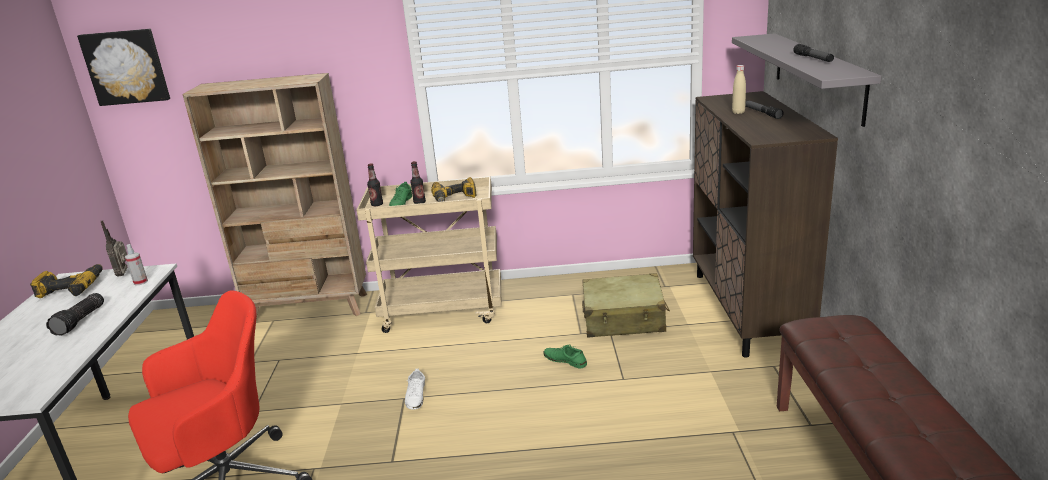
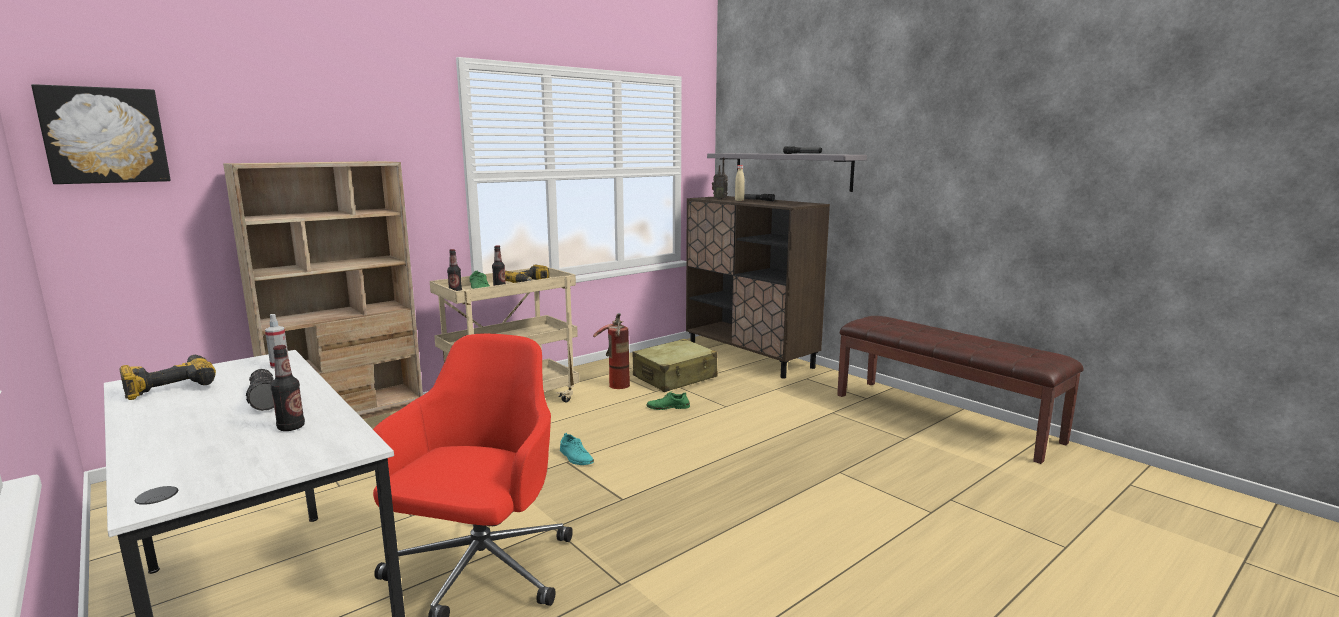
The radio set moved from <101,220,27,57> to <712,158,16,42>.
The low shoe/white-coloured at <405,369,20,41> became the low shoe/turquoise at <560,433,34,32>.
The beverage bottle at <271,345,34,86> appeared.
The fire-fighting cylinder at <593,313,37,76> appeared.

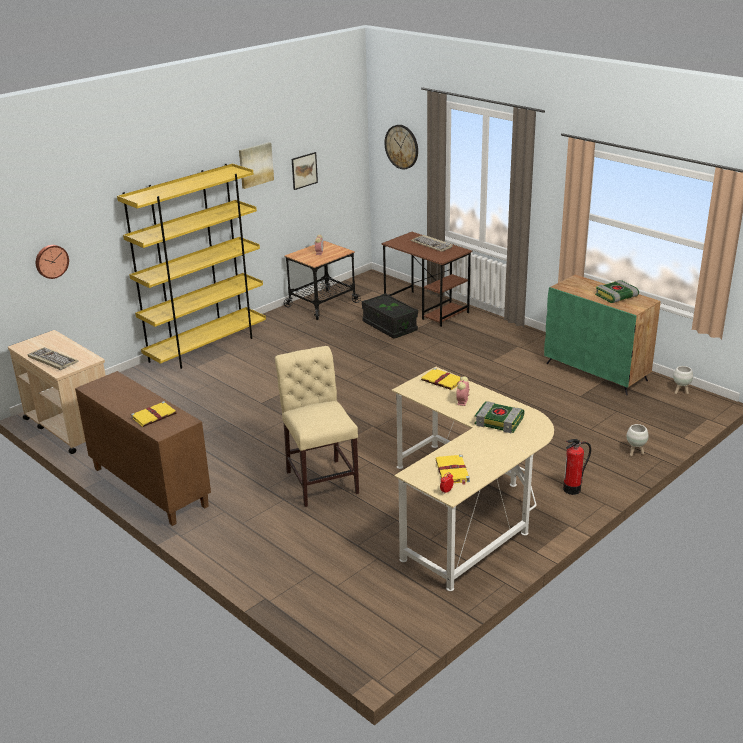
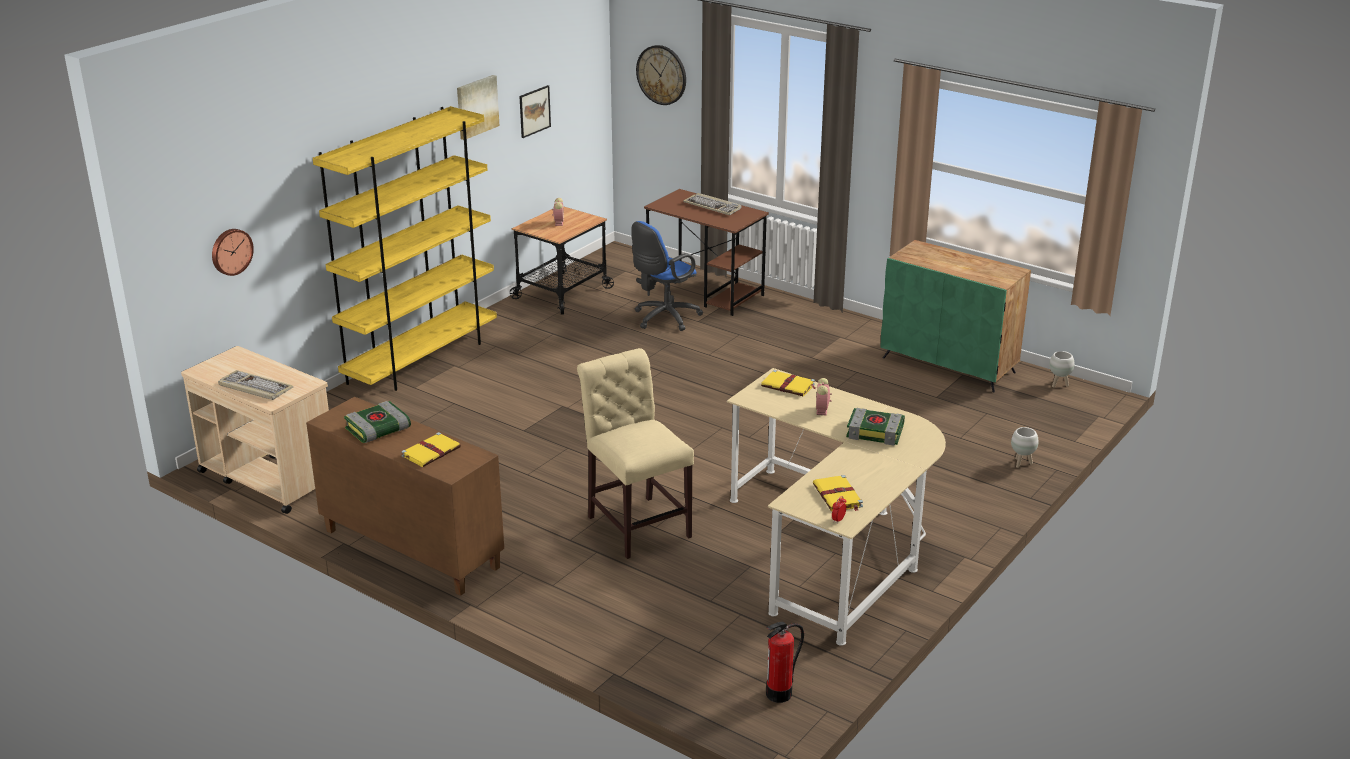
The storage container/black at <362,293,56,46> was replaced by the desk chair/bluish at <631,221,72,110>.
The fire-fighting cylinder moved from <563,439,28,56> to <766,621,38,82>.
The volume moved from <595,280,44,23> to <344,401,67,42>.

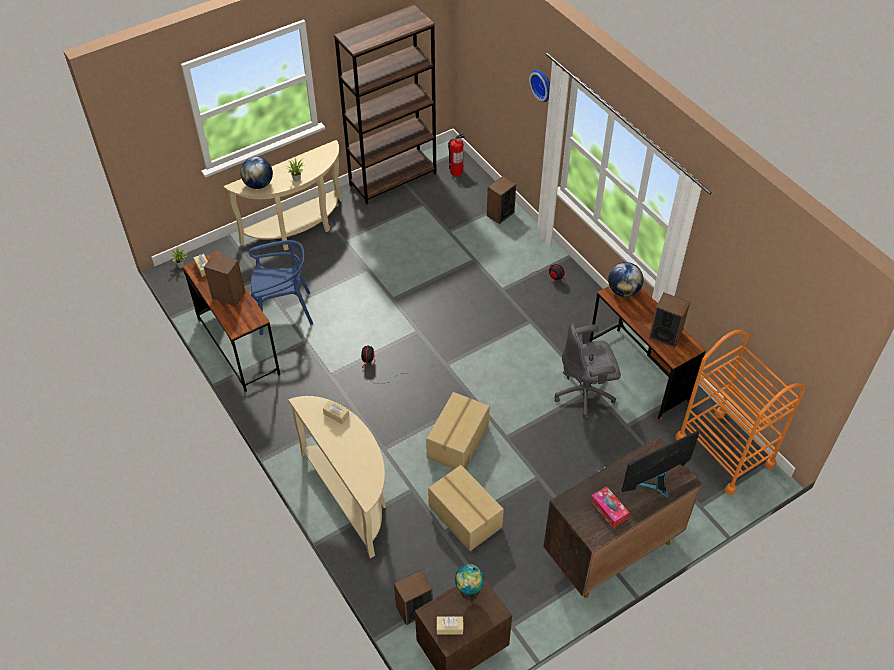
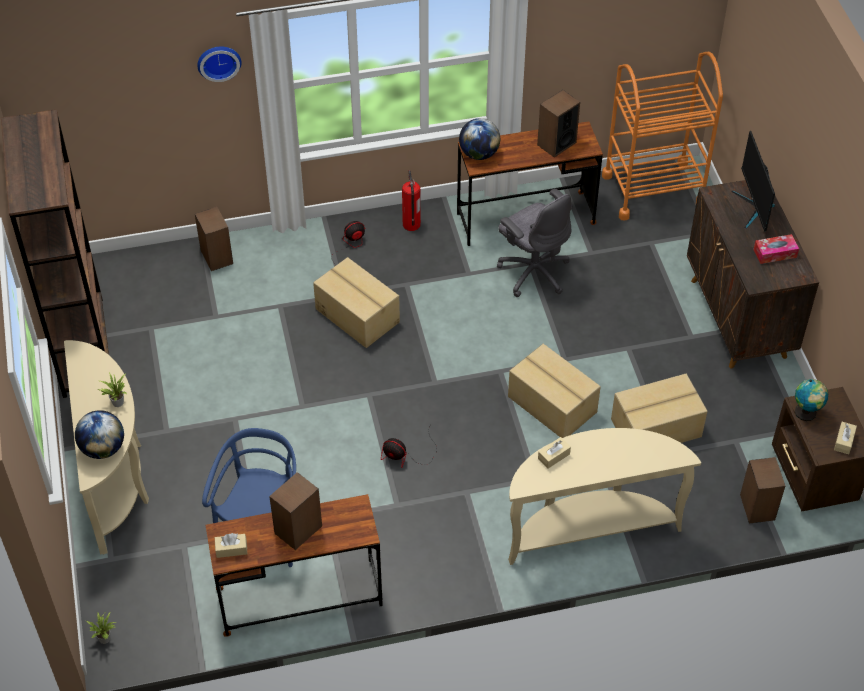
The fire-fighting cylinder moved from <448,132,17,44> to <402,170,19,61>.
The desk chair/greyish at <555,324,66,96> turned 45 degrees counterclockwise.
The carton at <313,257,87,91> appeared.

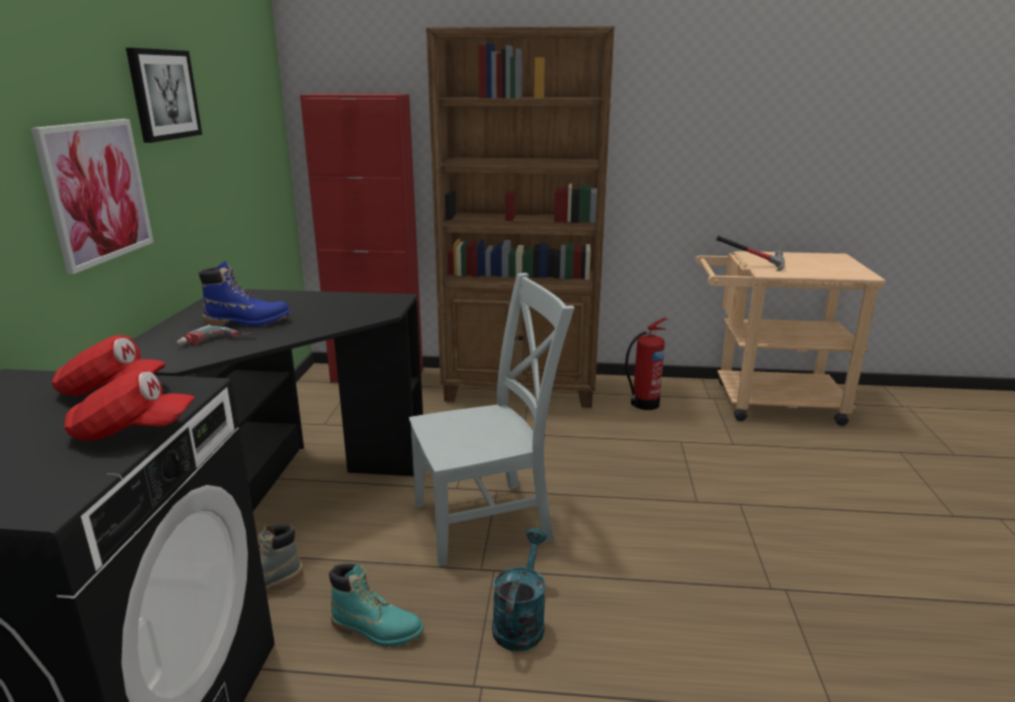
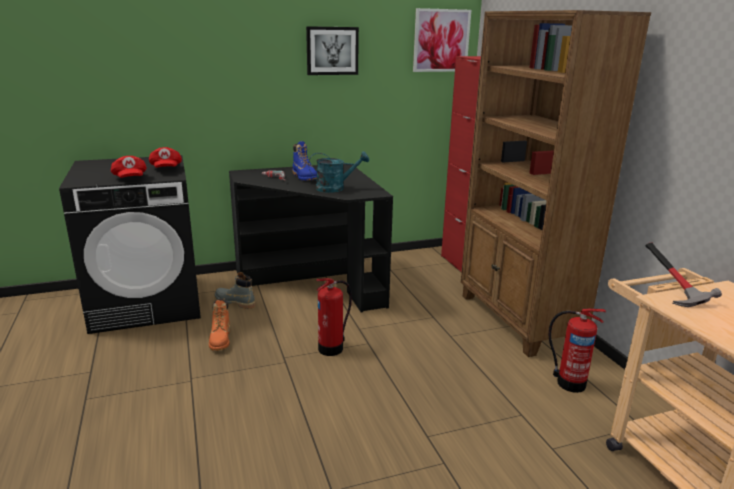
The wall art moved from <31,119,123,155> to <413,8,58,64>.
The tall boot/turquoise at <329,563,95,84> became the tall boot/orange-coloured at <209,299,21,52>.
The chair/greyish at <409,273,165,293> was replaced by the fire-fighting cylinder at <316,278,36,78>.
The watering can/turquoise moved from <492,528,55,123> to <308,151,61,42>.

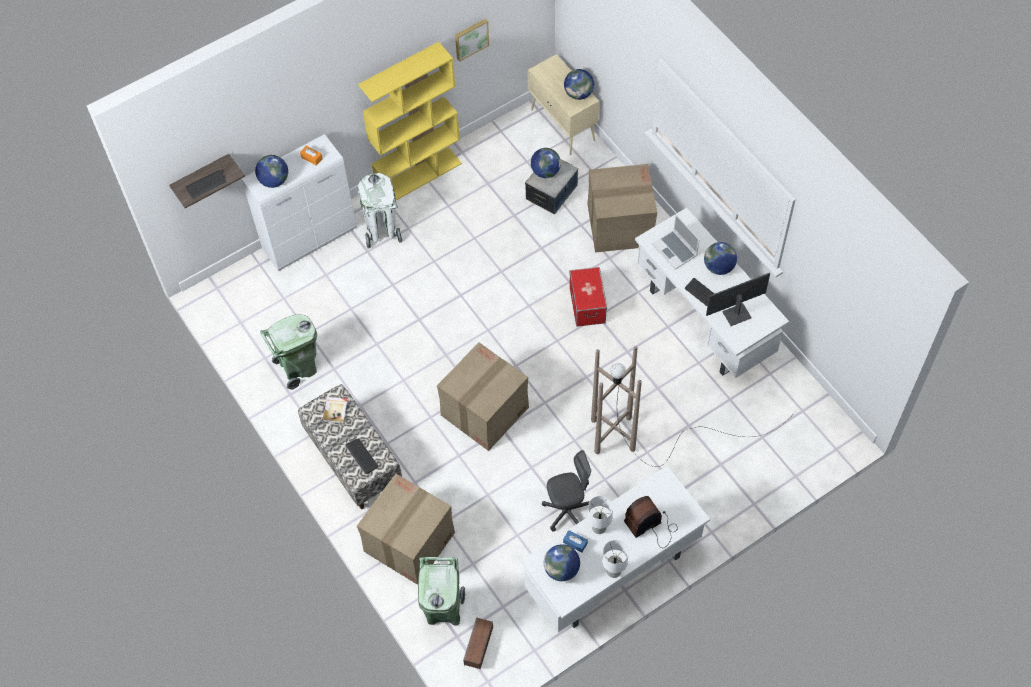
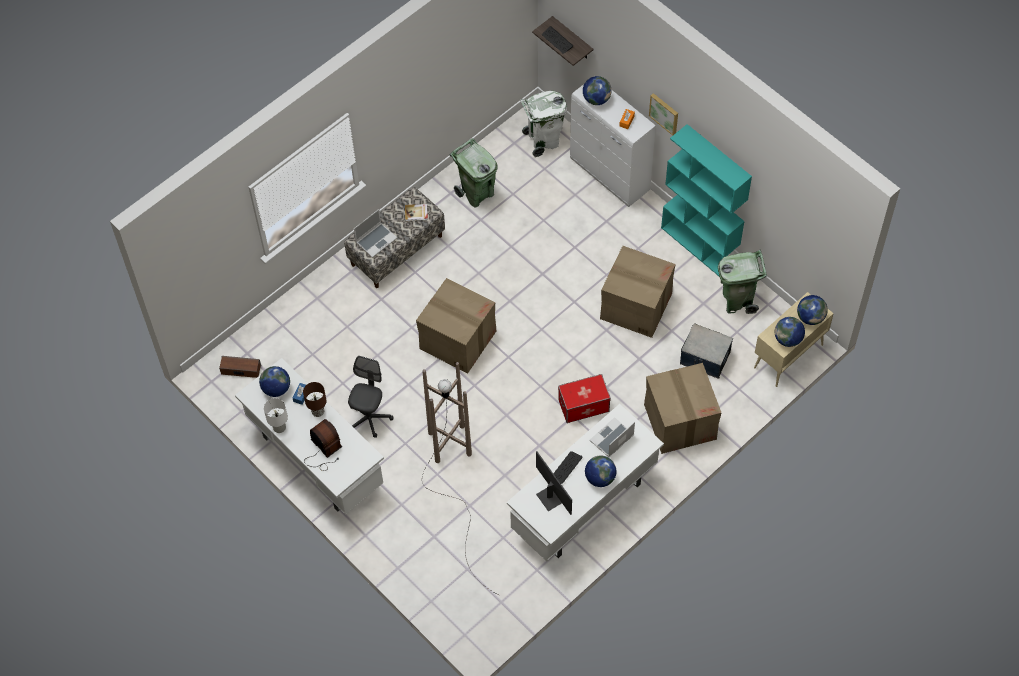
The computer keyboard at <345,438,34,36> was replaced by the laptop at <354,209,43,49>.
The carton moved from <357,474,98,111> to <600,246,76,92>.
The shelving unit/yellow at <358,42,104,158> became the shelving unit/turquoise at <661,124,91,152>.
The rubbish bin/white-coloured moved from <358,173,44,76> to <520,91,47,66>.
The rubbish bin/greenish moved from <418,557,47,68> to <718,250,49,64>.
The wall art moved from <455,19,34,43> to <649,93,29,42>.
The world globe moved from <531,148,30,30> to <797,295,31,30>.
The desk chair/greyish at <542,450,49,82> turned 135 degrees counterclockwise.
The tabletop lamp/white-coloured at <587,496,26,38> became the tabletop lamp/brownish at <303,382,23,35>.

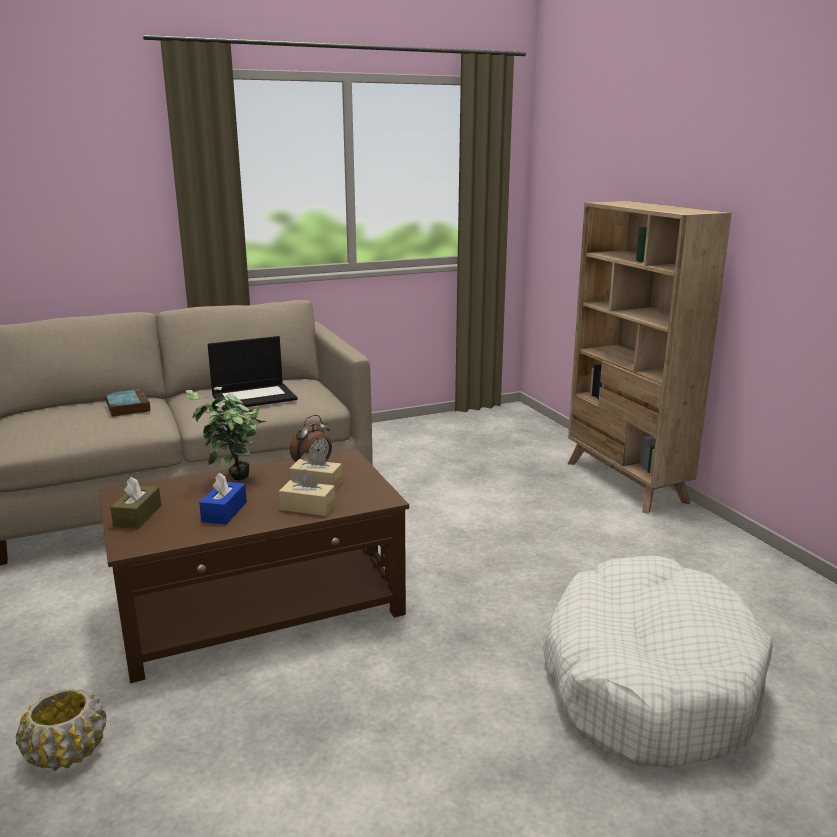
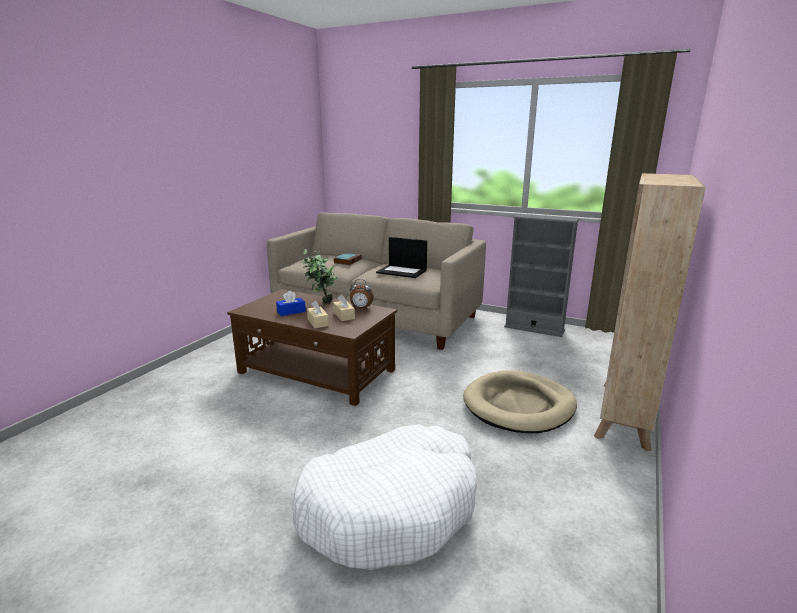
The flower pot/yellow at <16,688,90,83> disappeared.
The box of tissues/brownish at <110,477,51,52> disappeared.
The dog bed/beige-coloured at <463,370,114,63> appeared.
The shelving unit/greyish at <504,214,75,123> appeared.

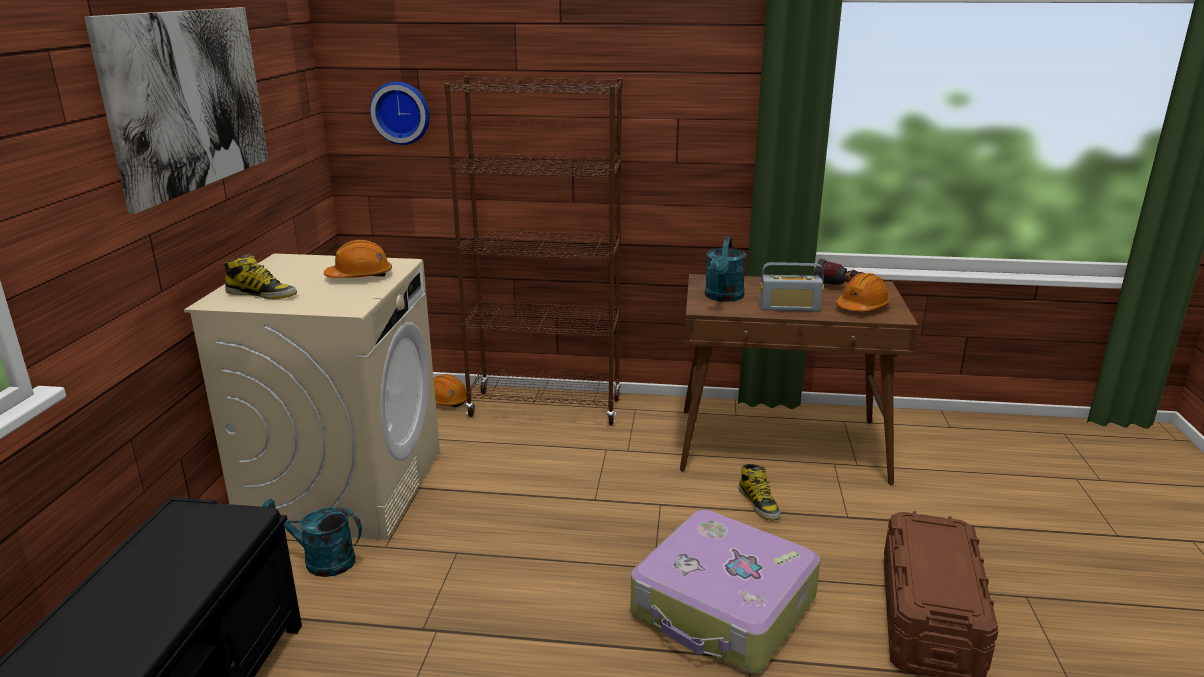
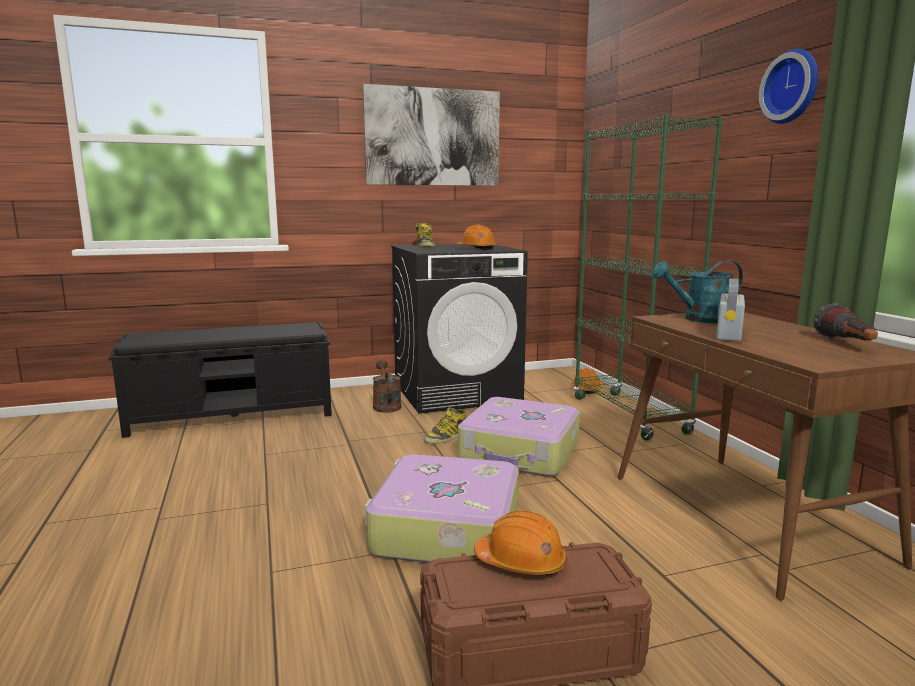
The laundry machine/beige-coloured at <184,253,256,287> became the laundry machine/black at <391,244,137,170>.
The watering can/turquoise at <262,499,100,78> became the watering can/brownish at <373,360,29,53>.
The clock on the wall moved from <370,81,60,64> to <759,49,59,75>.
The shelving unit/brownish at <444,76,179,349> became the shelving unit/greenish at <574,115,149,325>.
The tall boot moved from <738,464,43,56> to <424,408,42,36>.
The radio set at <760,262,64,50> turned 45 degrees clockwise.
The safety helmet/orange-coloured moved from <836,273,54,39> to <474,510,93,66>.
The suitcase at <458,397,122,80> appeared.

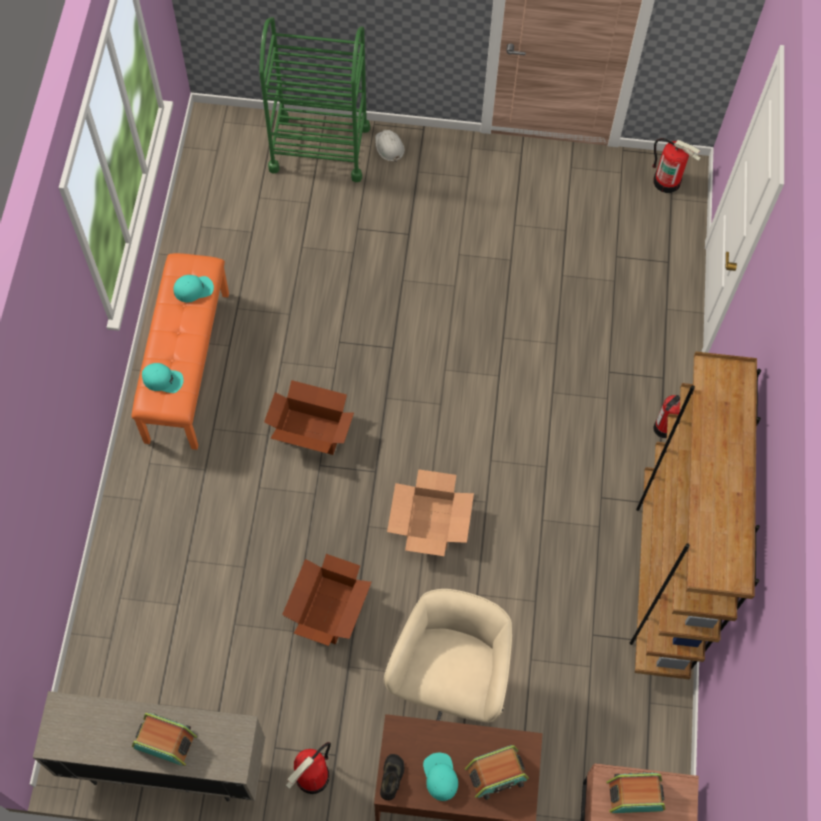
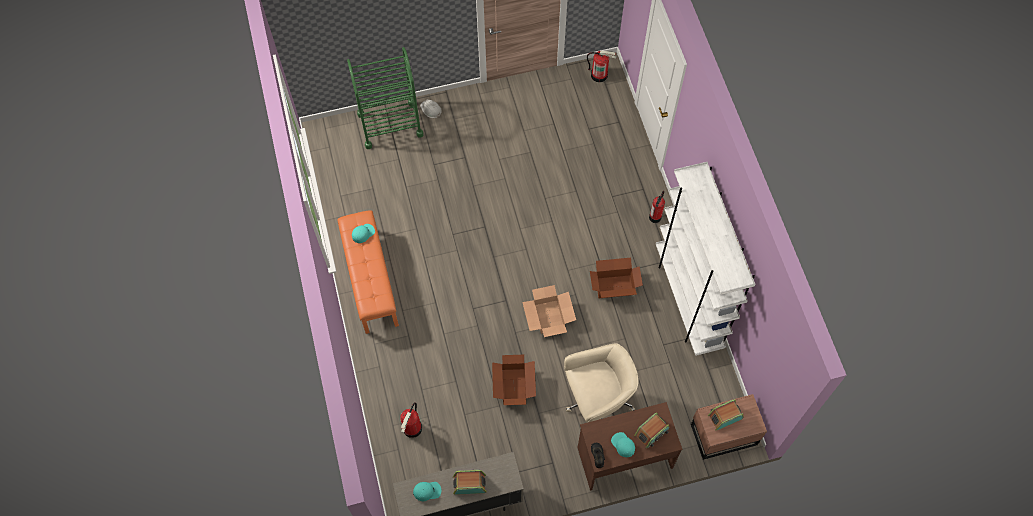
The cap/turquoise moved from <142,363,42,30> to <413,482,28,19>.
The carton moved from <264,380,90,75> to <590,258,53,40>.
The fire-fighting cylinder moved from <286,742,45,52> to <400,402,22,36>.
The desk chair/beige-coloured at <384,589,128,134> turned 75 degrees clockwise.
The shelving unit/brownish at <630,352,131,327> became the shelving unit/white-coloured at <656,162,99,194>.

